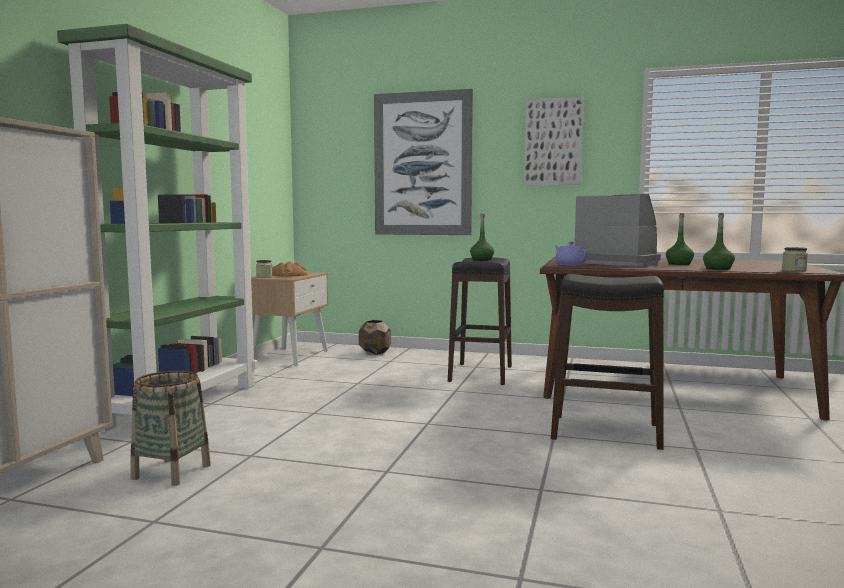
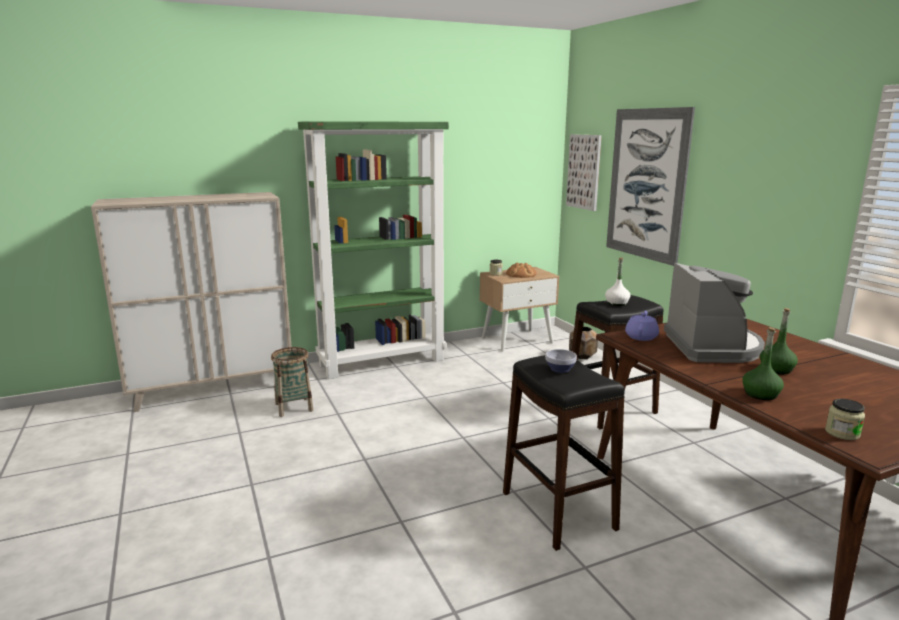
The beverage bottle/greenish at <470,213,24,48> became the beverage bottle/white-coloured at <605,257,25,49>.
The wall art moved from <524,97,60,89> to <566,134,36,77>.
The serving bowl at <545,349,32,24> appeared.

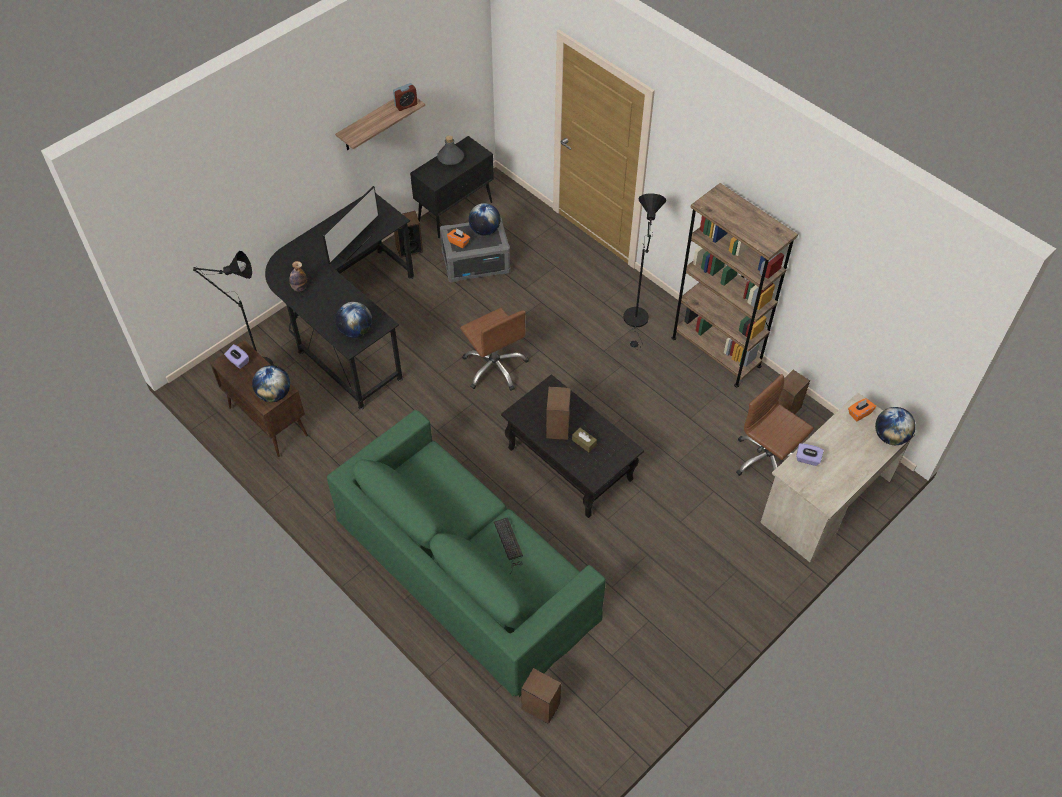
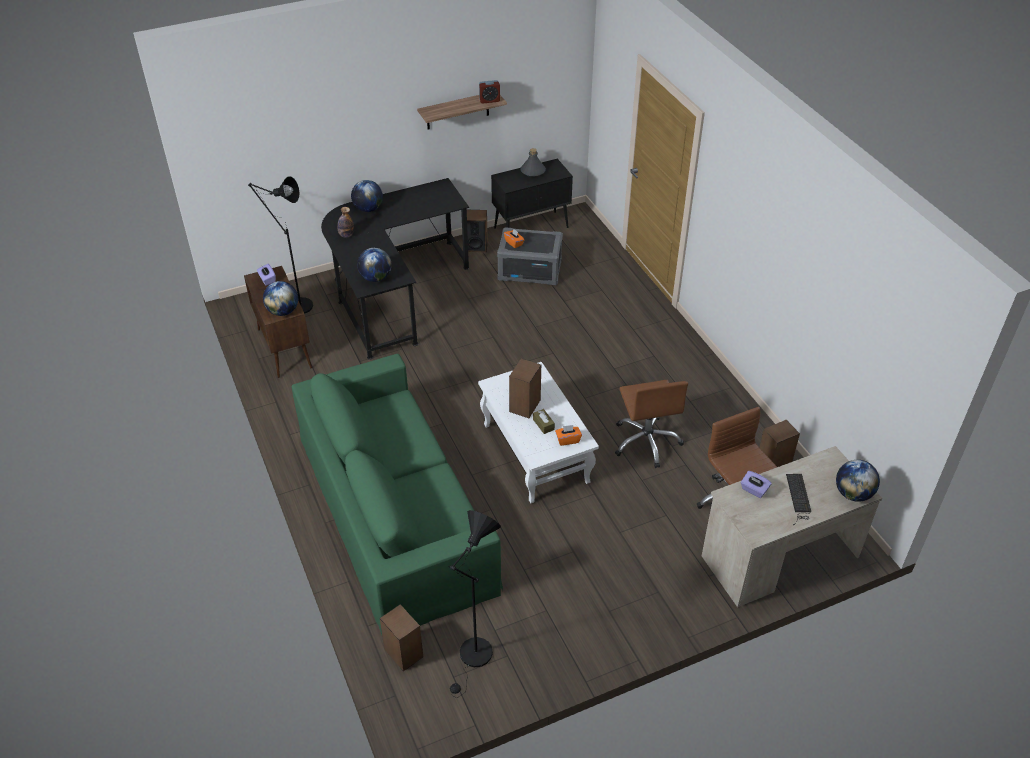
The monitor at <322,186,57,78> disappeared.
The desk chair/brownish moved from <460,308,69,83> to <615,380,73,88>.
The world globe moved from <469,203,32,33> to <351,180,32,32>.
The computer keyboard moved from <494,517,29,58> to <786,474,25,51>.
The lounge table/black at <501,374,143,144> became the lounge table/white-coloured at <478,362,121,141>.
The floor lamp/black moved from <623,194,43,153> to <449,510,52,188>.
The shelving unit/brownish at <672,183,126,204> disappeared.
The box of tissues/orange-coloured moved from <848,398,28,23> to <555,425,27,21>.

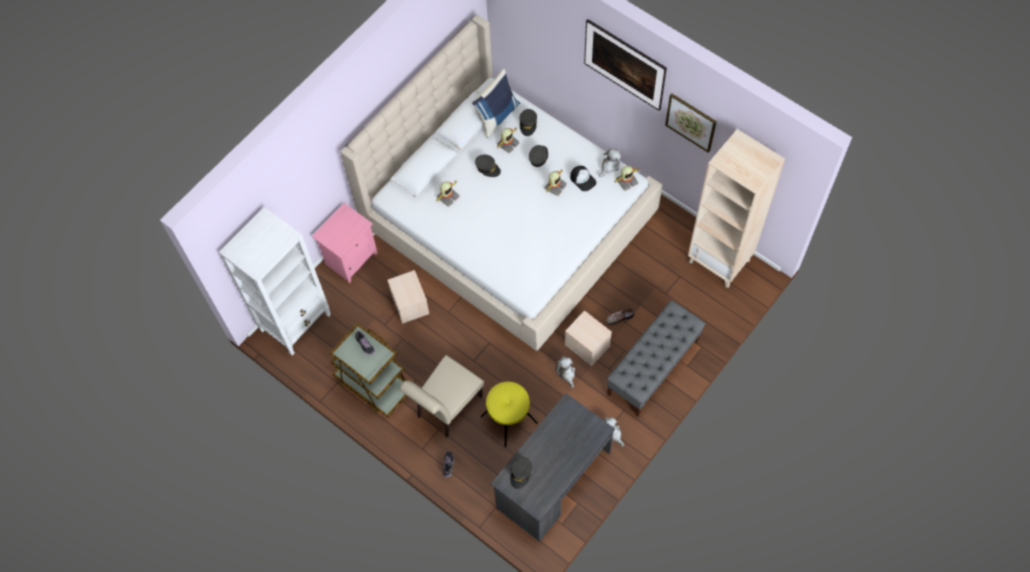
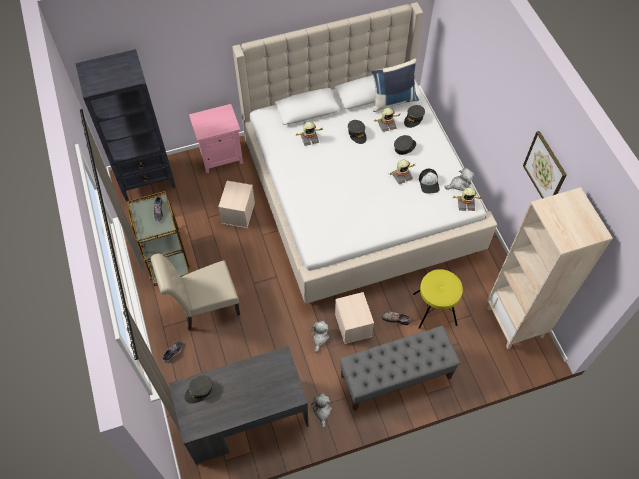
The shelving unit/white-coloured at <219,207,112,149> became the shelving unit/black at <75,49,101,152>.
The stool/yellow moved from <481,382,57,65> to <413,269,50,60>.
The wall art at <584,19,83,92> disappeared.

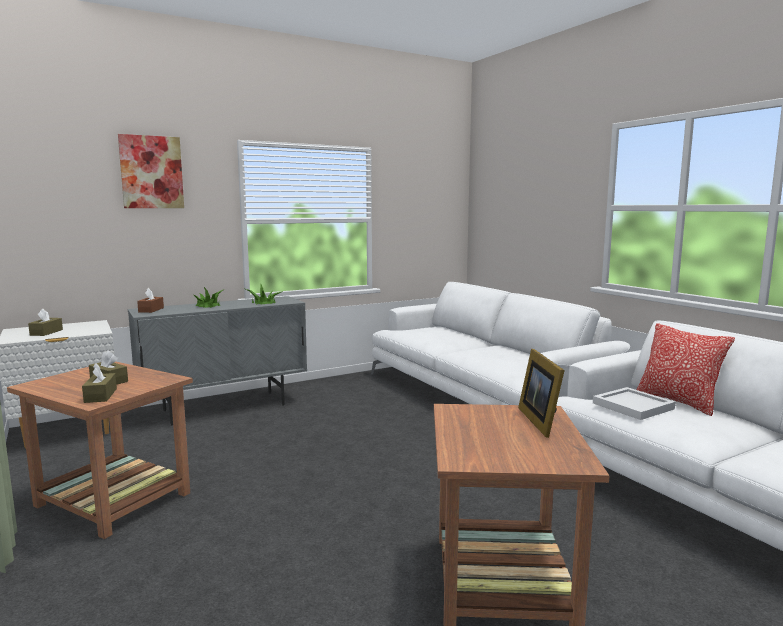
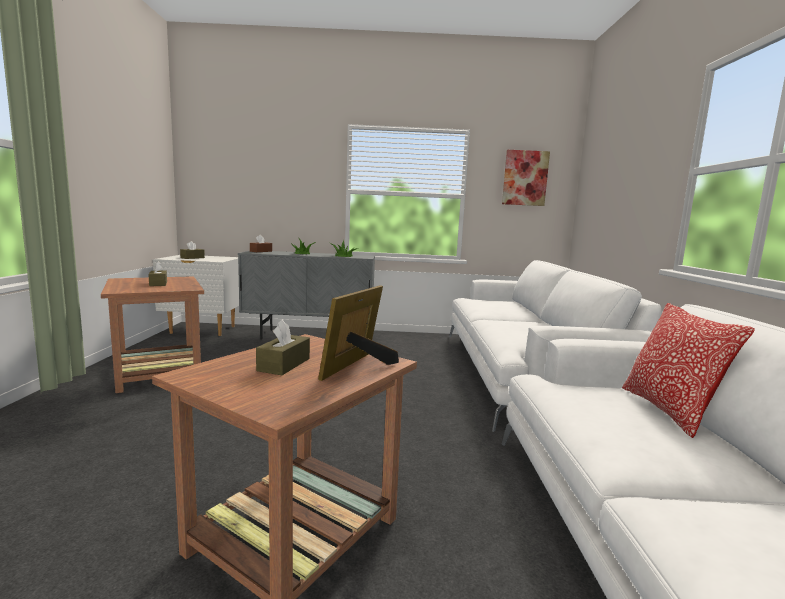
The box of tissues/brownish moved from <82,363,35,40> to <256,319,54,56>.
The wall art moved from <118,134,66,74> to <502,150,48,56>.
The carrying tray/white-coloured at <593,387,82,33> disappeared.

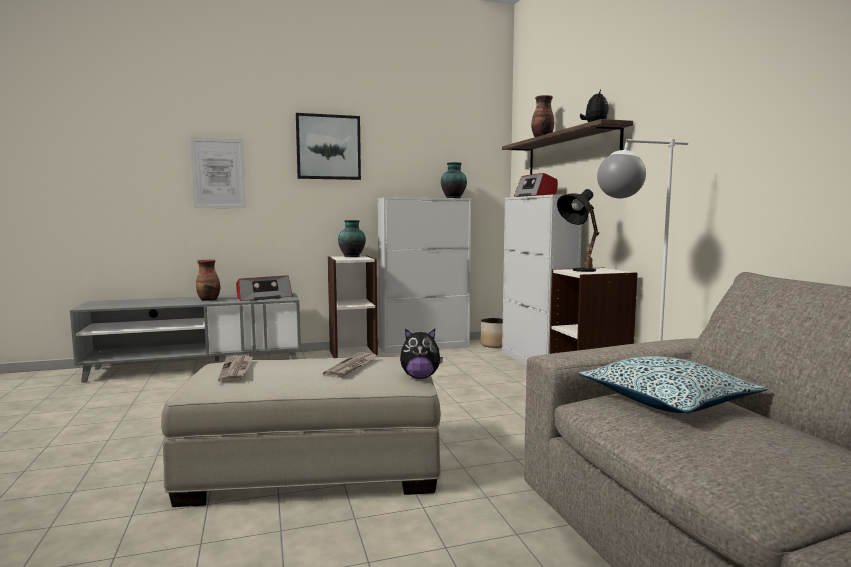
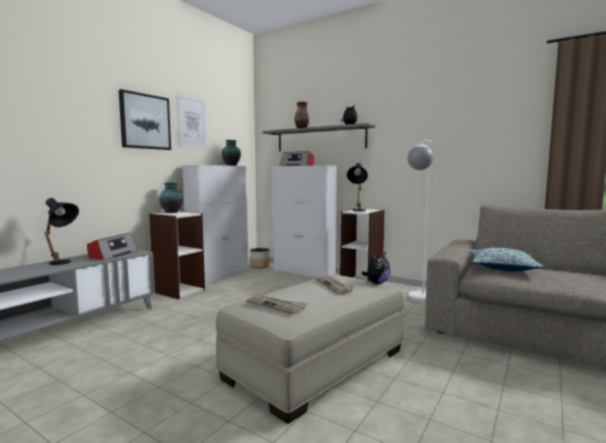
The wall art moved from <190,137,56,71> to <177,94,30,54>.
The decorative vase at <196,260,24,41> was replaced by the tabletop lamp/black at <44,198,35,67>.

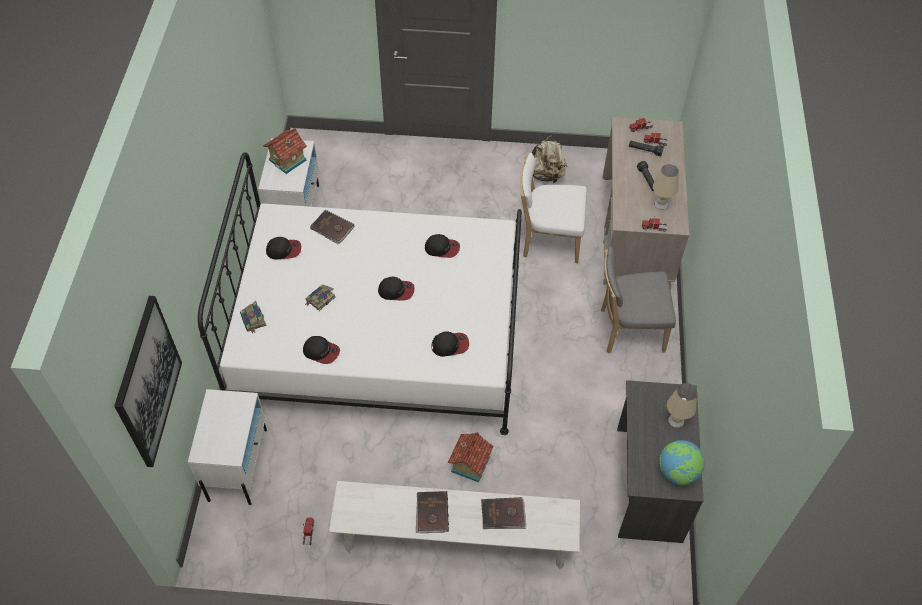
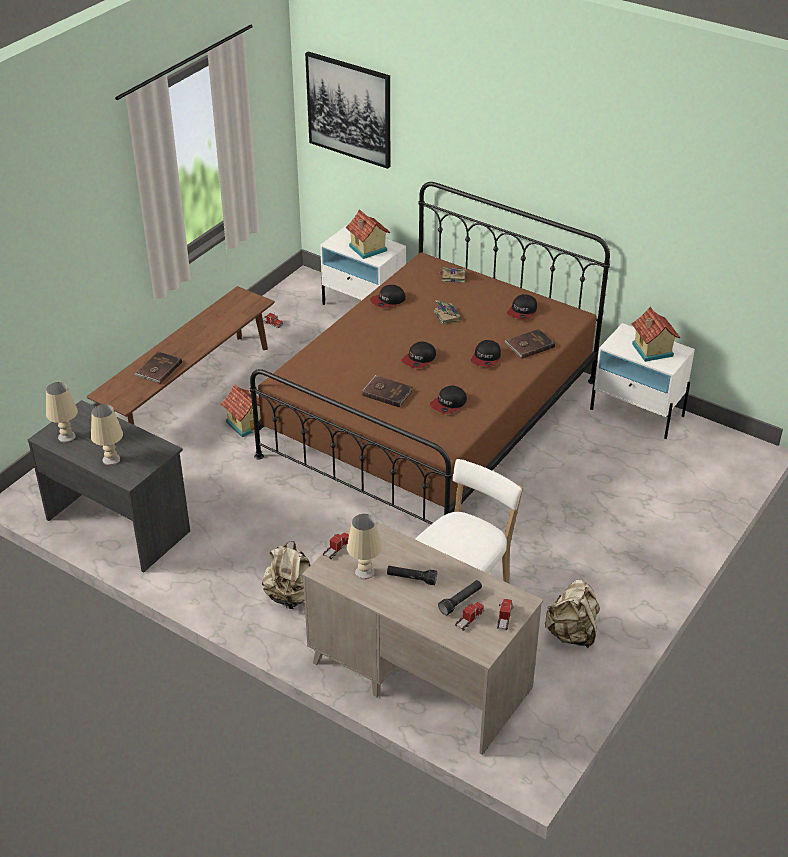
The bed/white-coloured at <198,153,324,282> became the bed/brownish at <250,182,360,342>.
The long seat/white-coloured at <329,481,251,88> became the long seat/brownish at <86,286,189,139>.
The volume/brownish moved from <416,491,33,42> to <362,375,51,32>.
The cap moved from <431,332,38,25> to <471,340,30,27>.
The chair/greyish at <601,247,75,106> was replaced by the knapsack/beige-coloured at <262,541,49,68>.
The world globe at <659,440,46,45> was replaced by the tabletop lamp/beige-coloured at <46,382,32,60>.
The toy house at <345,209,45,50> appeared.

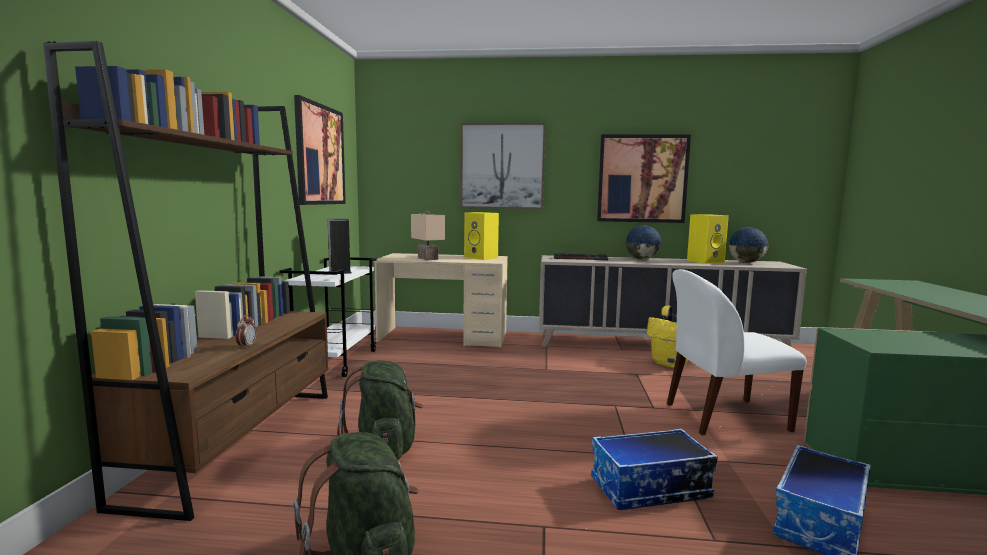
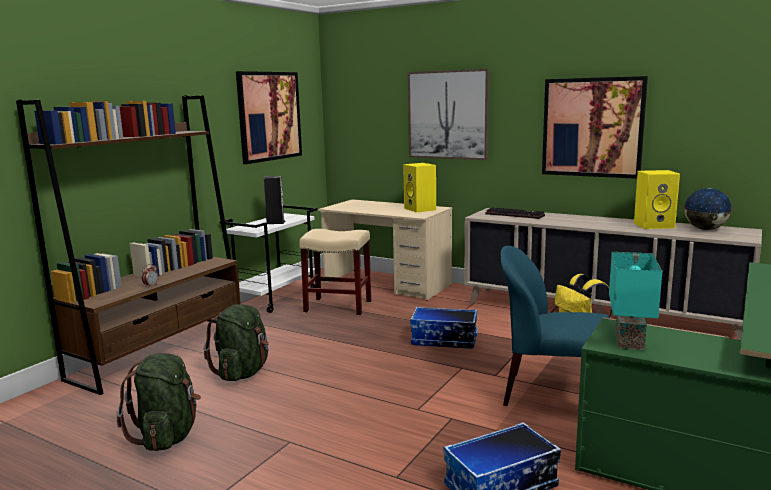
The tabletop lamp/beige-coloured at <411,211,34,49> disappeared.
The storage container moved from <591,429,127,81> to <410,307,68,42>.
The world globe at <625,225,36,34> disappeared.
The chair/white-coloured at <667,269,140,166> became the chair/bluish at <500,246,110,160>.
The stool/beige-coloured at <299,229,72,87> appeared.
The tabletop lamp/turquoise at <609,252,53,98> appeared.

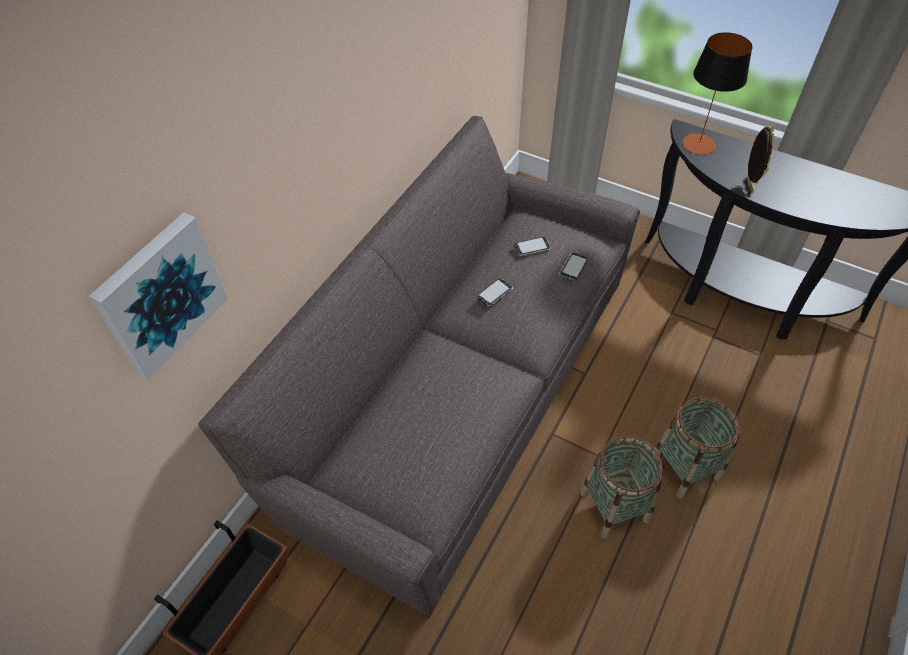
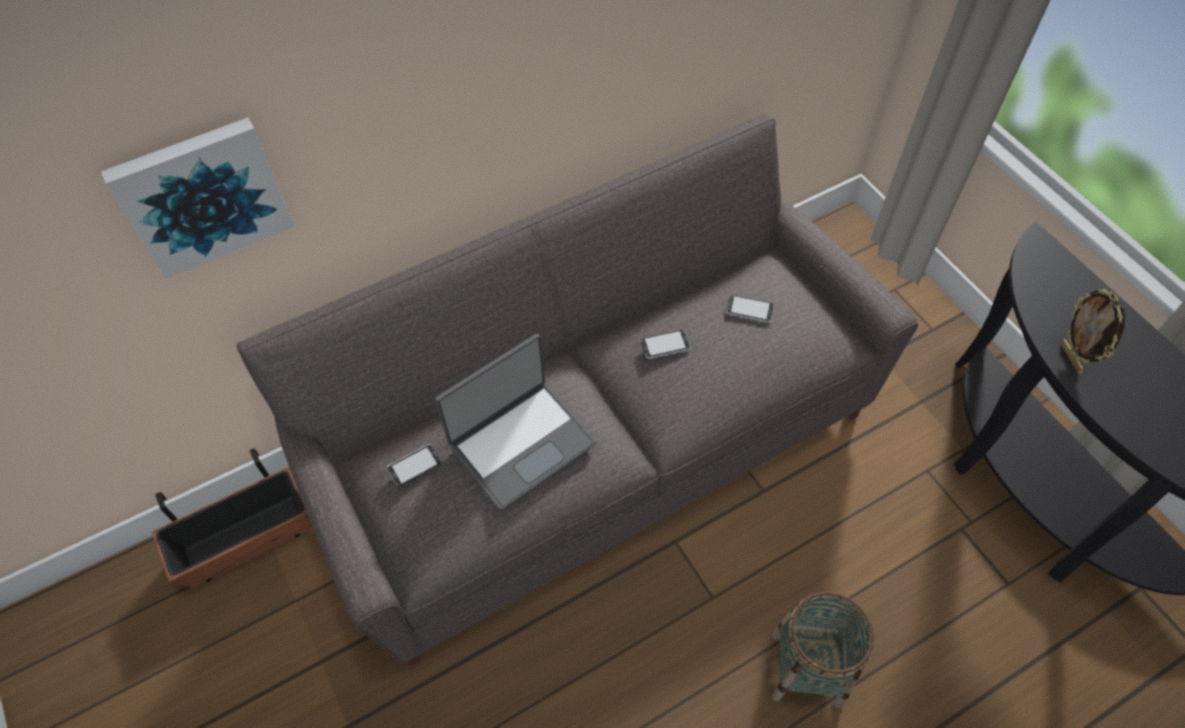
The telephone moved from <559,252,29,29> to <387,444,54,43>.
The basket at <580,436,83,103> disappeared.
The tabletop lamp at <683,32,70,123> disappeared.
The photo frame at <747,125,27,69> turned 135 degrees clockwise.
The laptop at <435,334,161,176> appeared.

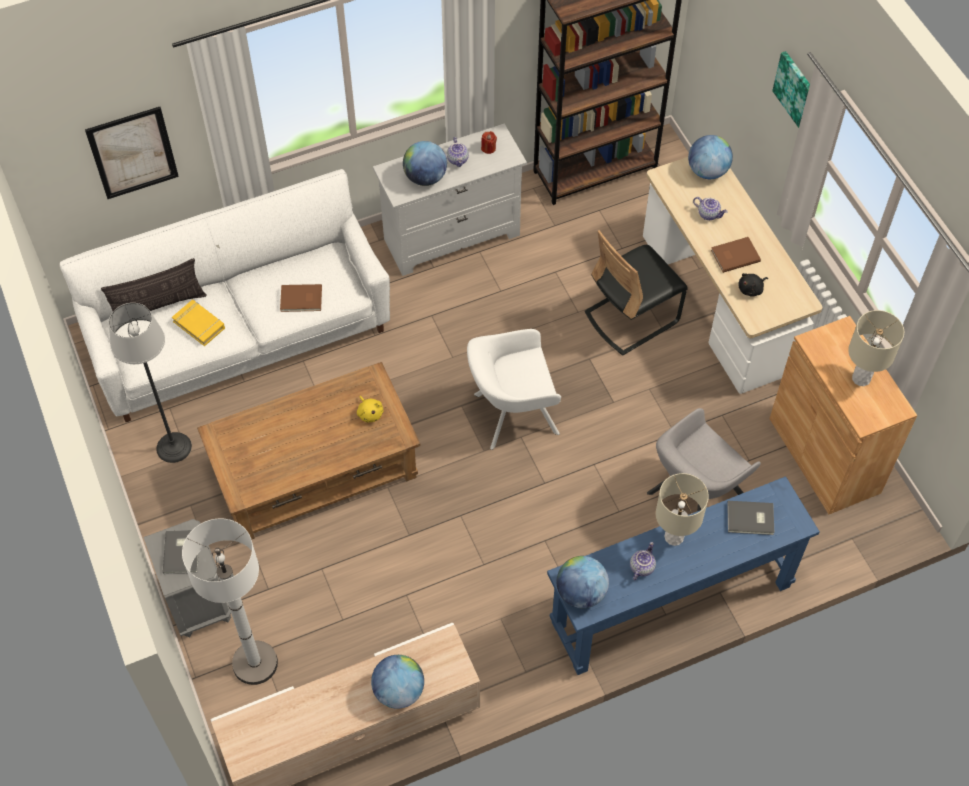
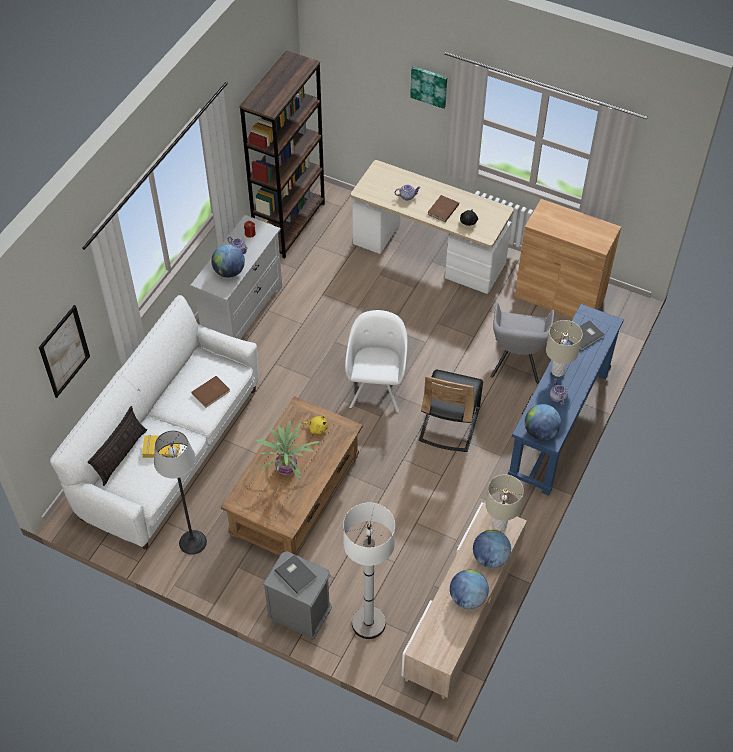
The lounge chair/white-coloured at <467,329,94,121> turned 150 degrees clockwise.
The chair/black moved from <585,230,103,125> to <419,370,64,82>.
The world globe moved from <688,135,45,44> to <450,570,39,39>.
The tabletop lamp/beige-coloured moved from <848,310,56,76> to <486,474,38,56>.
The potted plant at <255,421,66,60> appeared.

